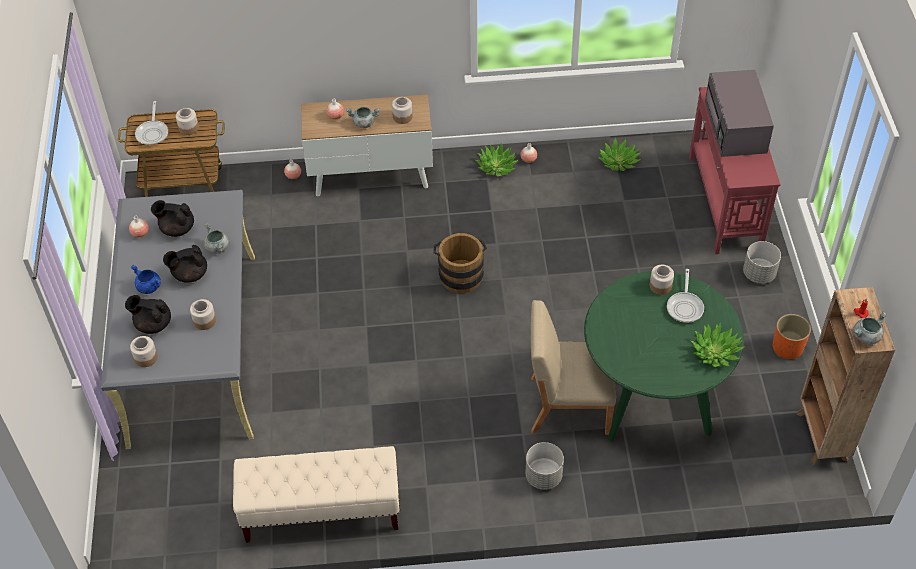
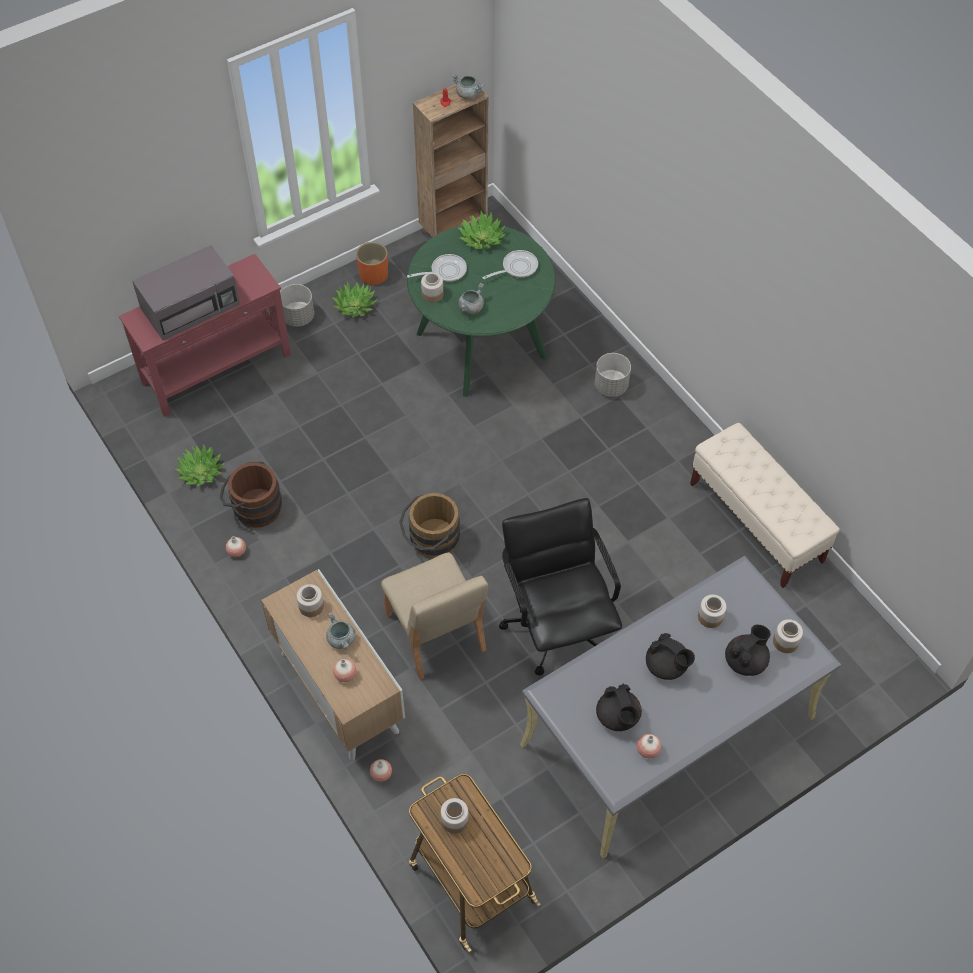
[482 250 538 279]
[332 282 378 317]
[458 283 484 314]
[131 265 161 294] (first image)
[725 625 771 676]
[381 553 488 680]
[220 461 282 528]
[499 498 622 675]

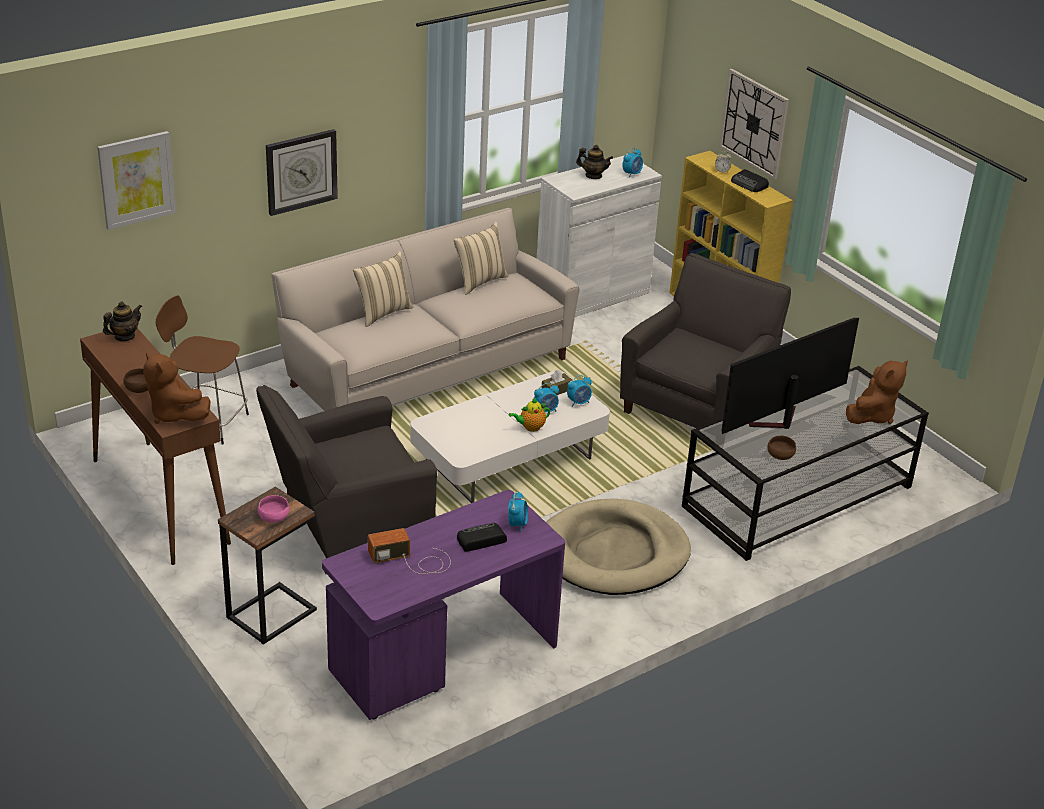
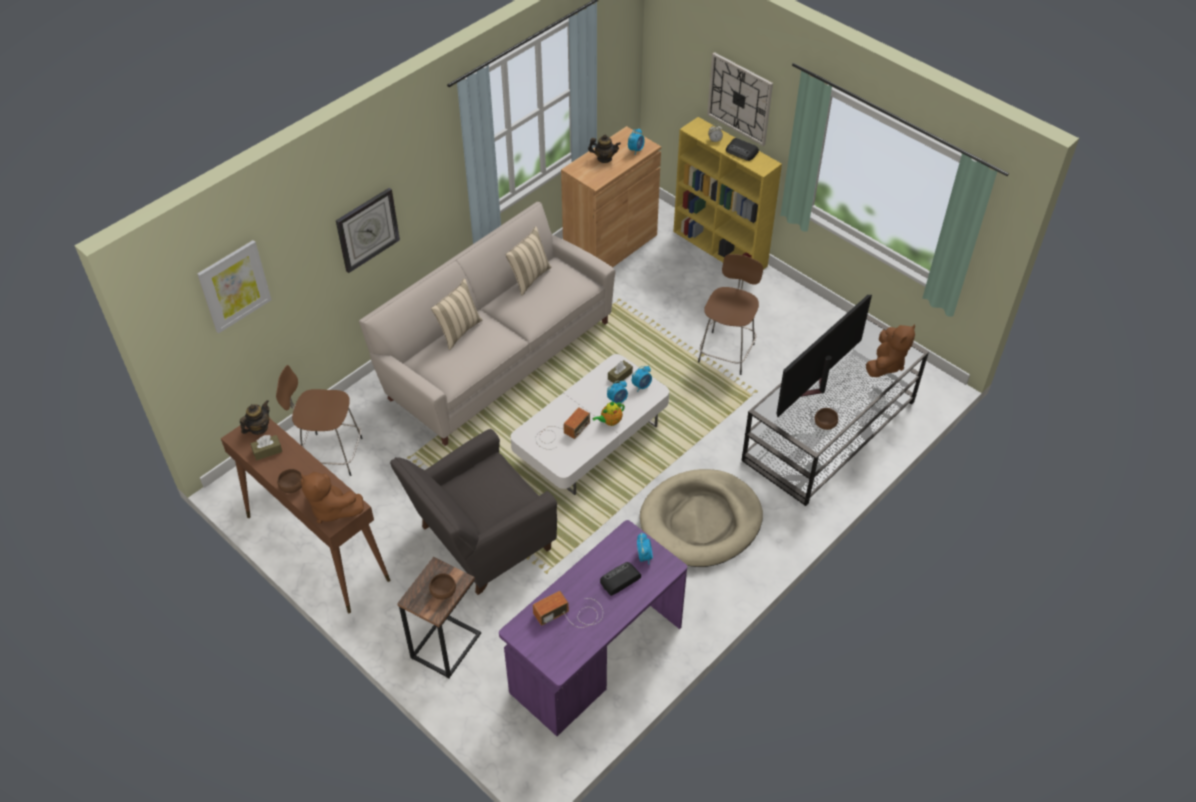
[561 126 661 267]
[698 254 763 375]
[429 573 456 599]
[535 407 590 450]
[251 435 282 460]

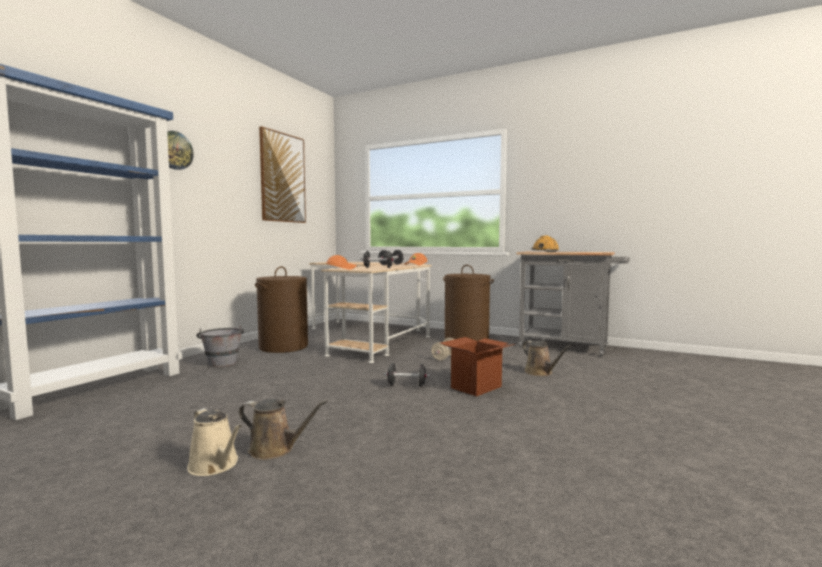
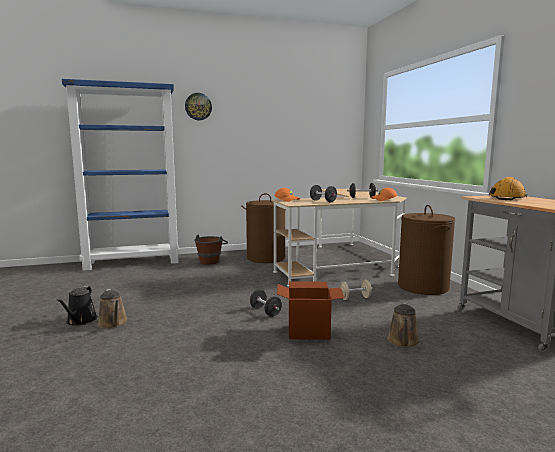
[259 127 306 223] (first image)
[194 235 228 264]
[56 286 98 326]

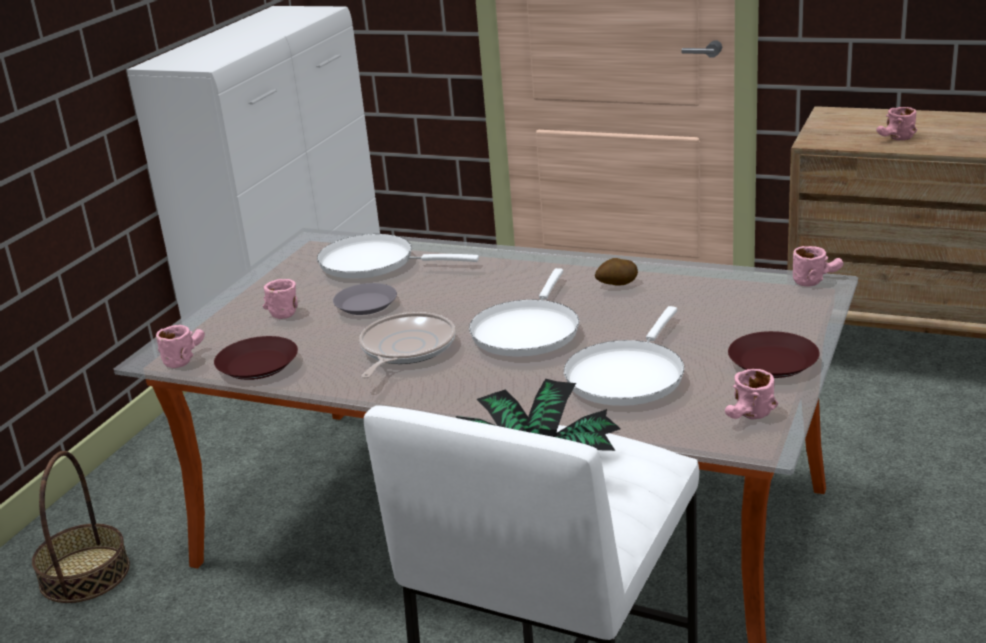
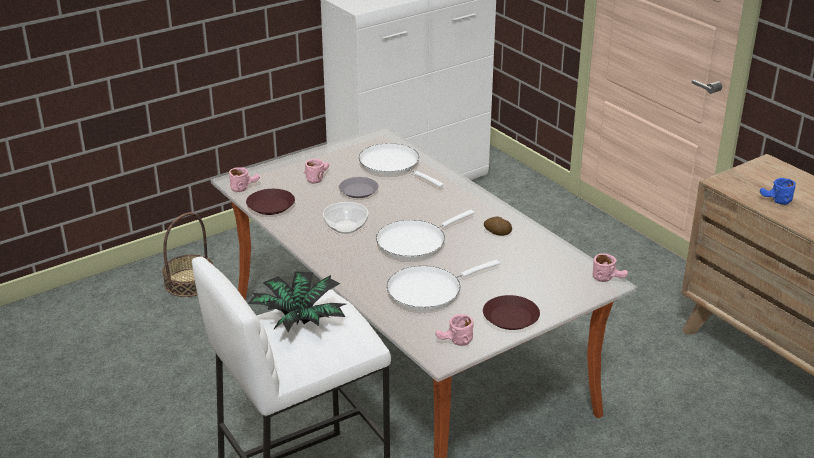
[760 178 796 205]
[323 202 369 234]

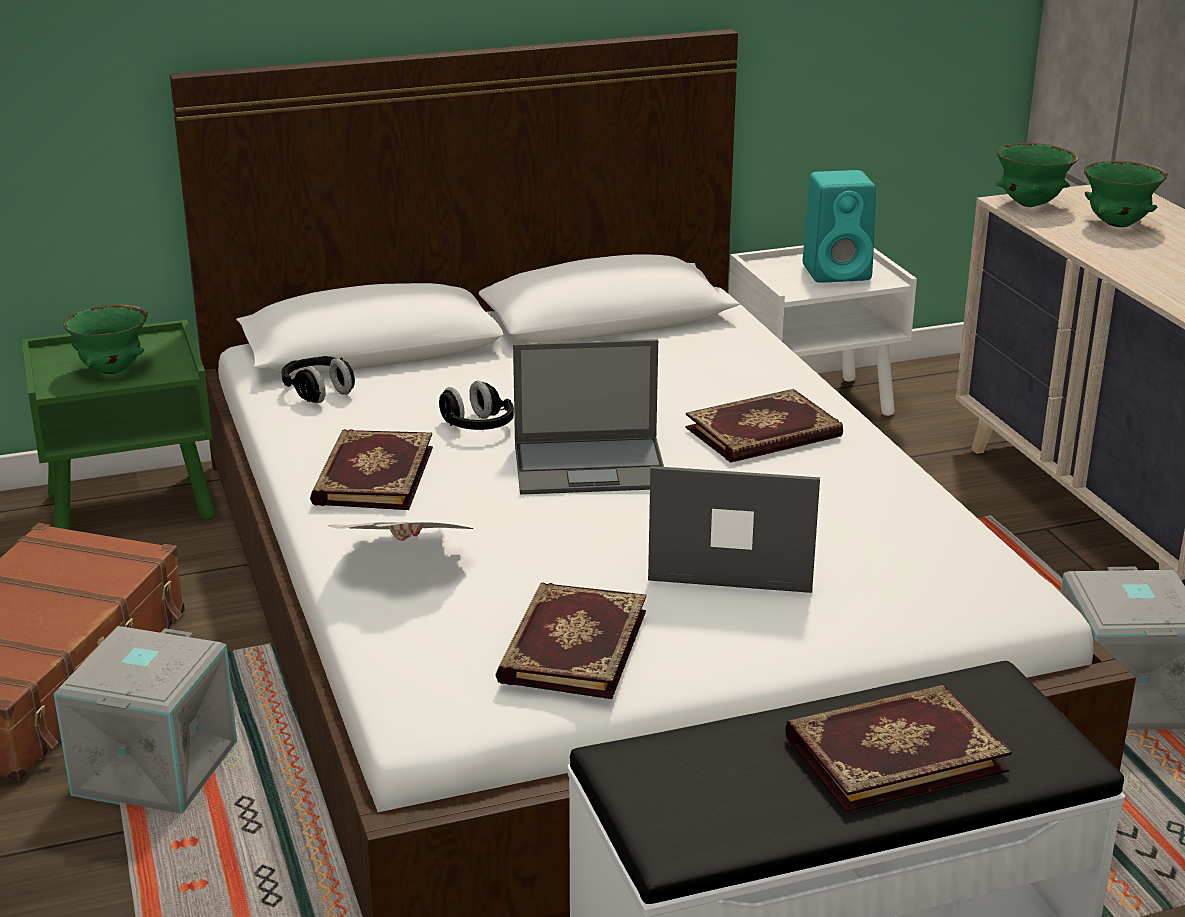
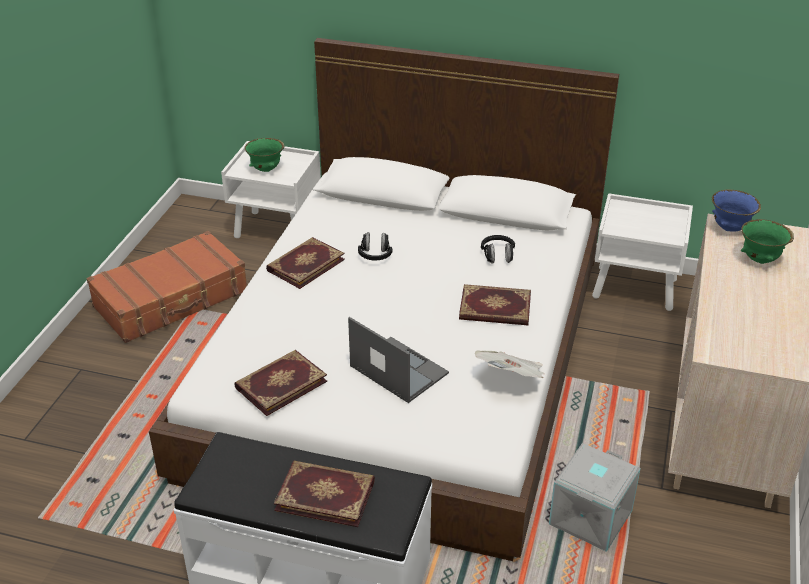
[712 189 761 232]
[803 170 876 283] (first image)
[221 141 321 238]
[513 339 664 495] (first image)
[481 235 515 264]
[475 350 545 378]
[54 626 237 814] (first image)

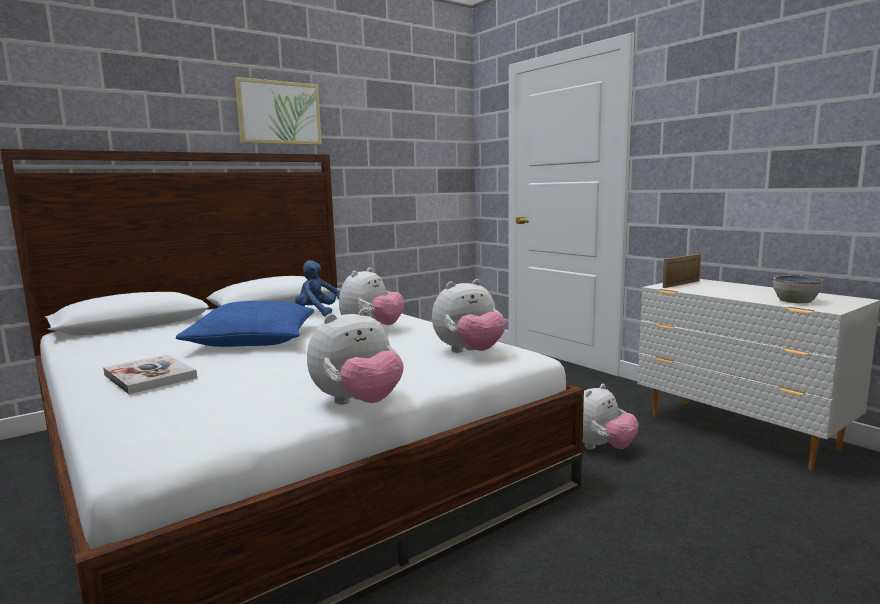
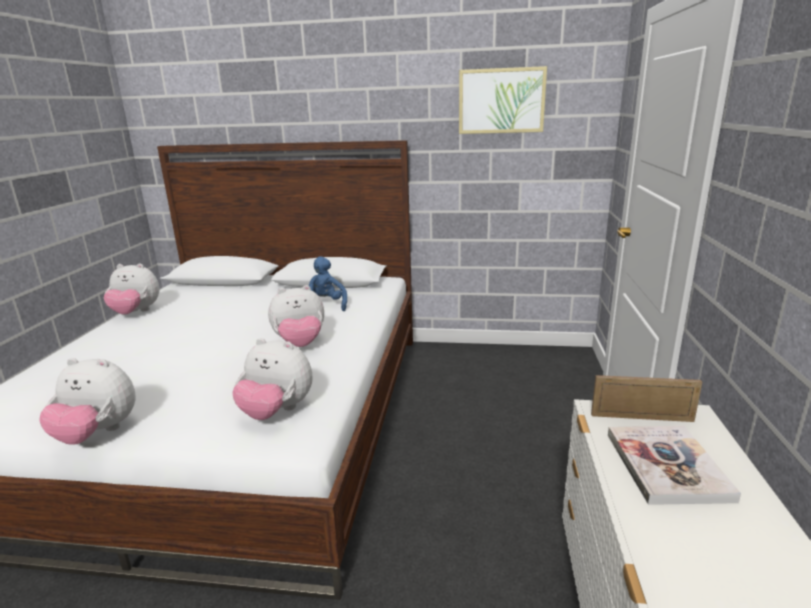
[459 66 547 134]
[773 276 823 303] (first image)
[175 301 314 347] (first image)
[608 426 741 505]
[104 263 159 315]

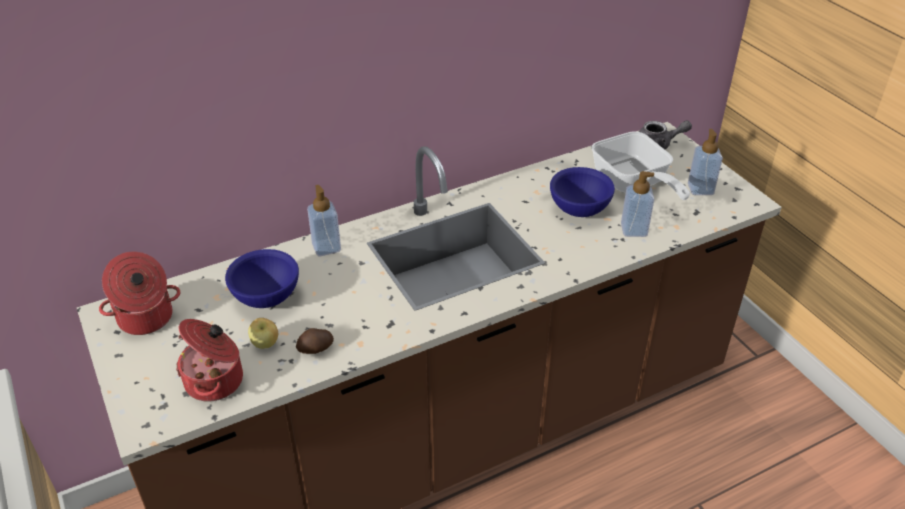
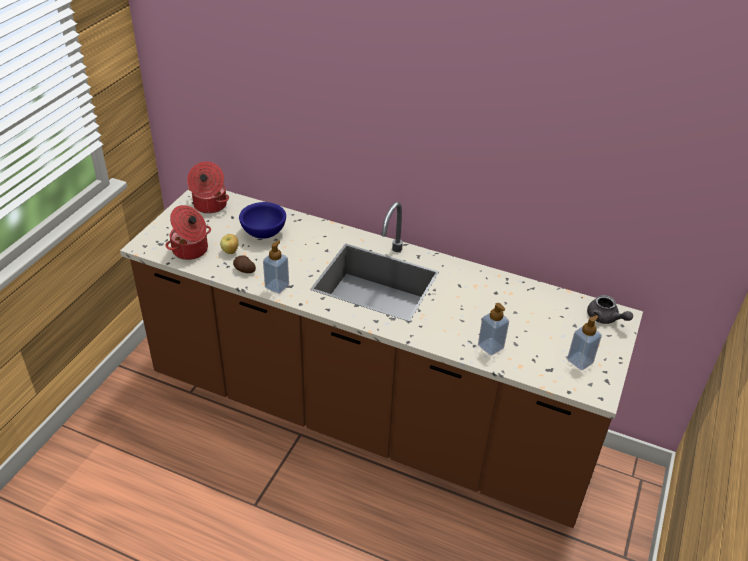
[592 131 690 200] (first image)
[550 167 615 217] (first image)
[263 240 289 294]

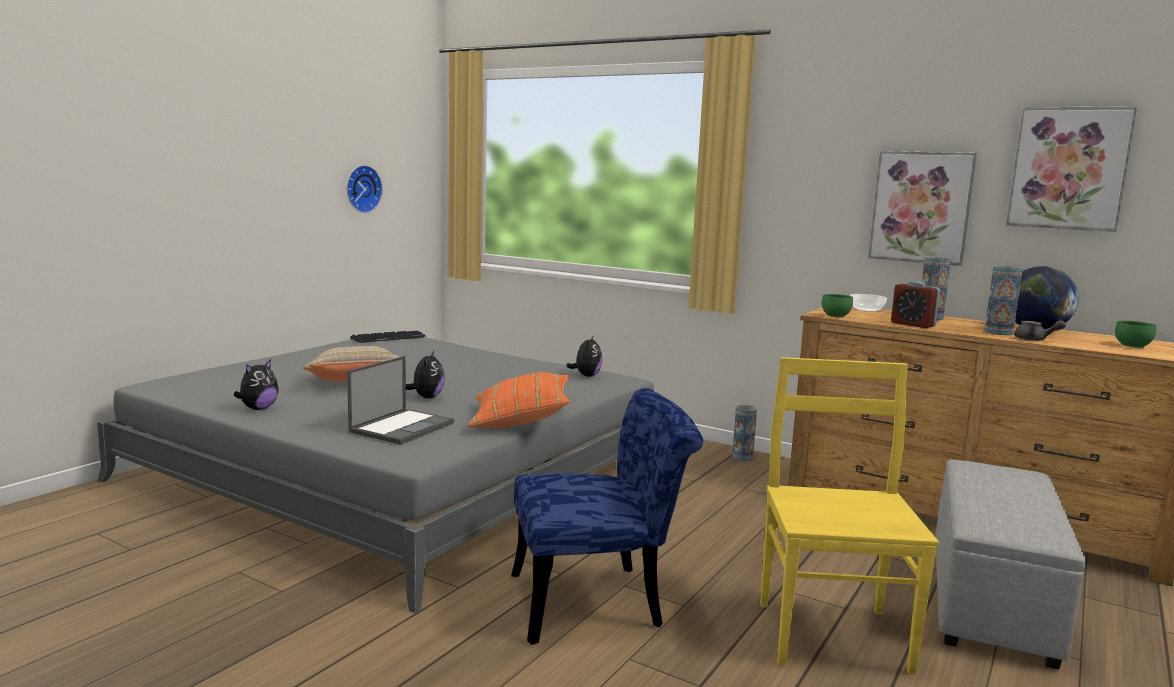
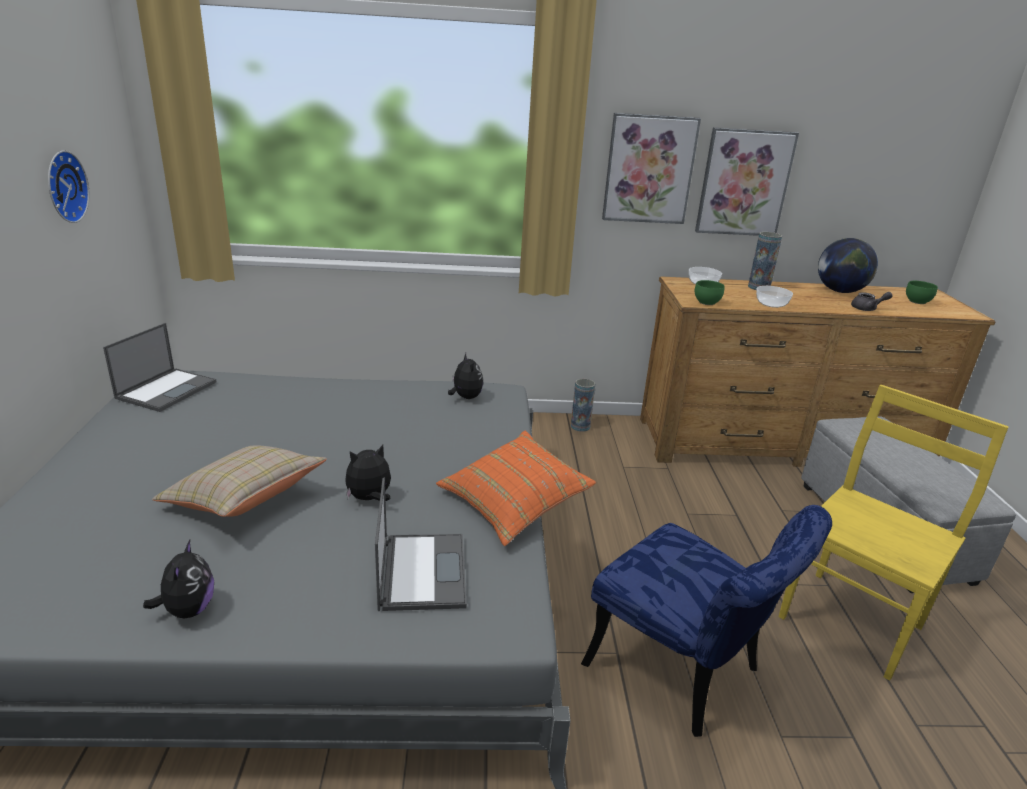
[602 113 701 224]
[984 265 1023 335] (first image)
[756 286 793 308]
[103 323 216 412]
[345 445 391 501]
[778 385 1009 681]
[581 505 832 737]

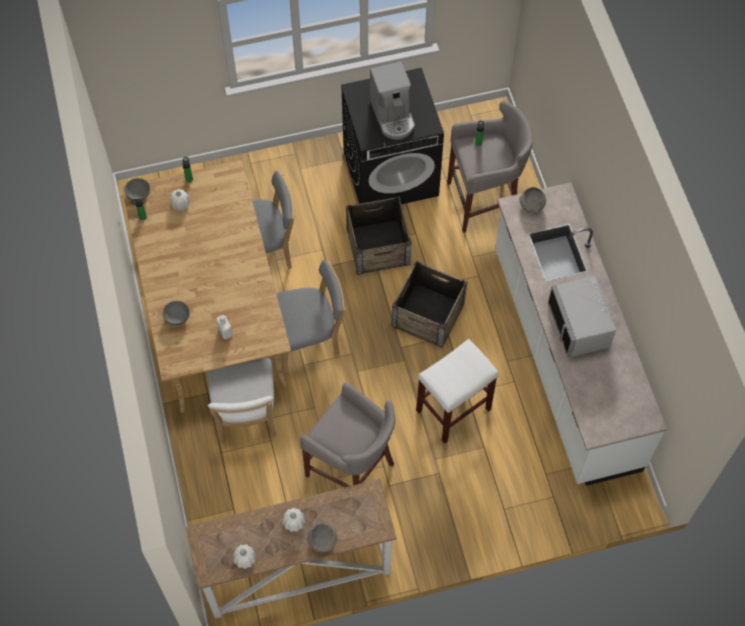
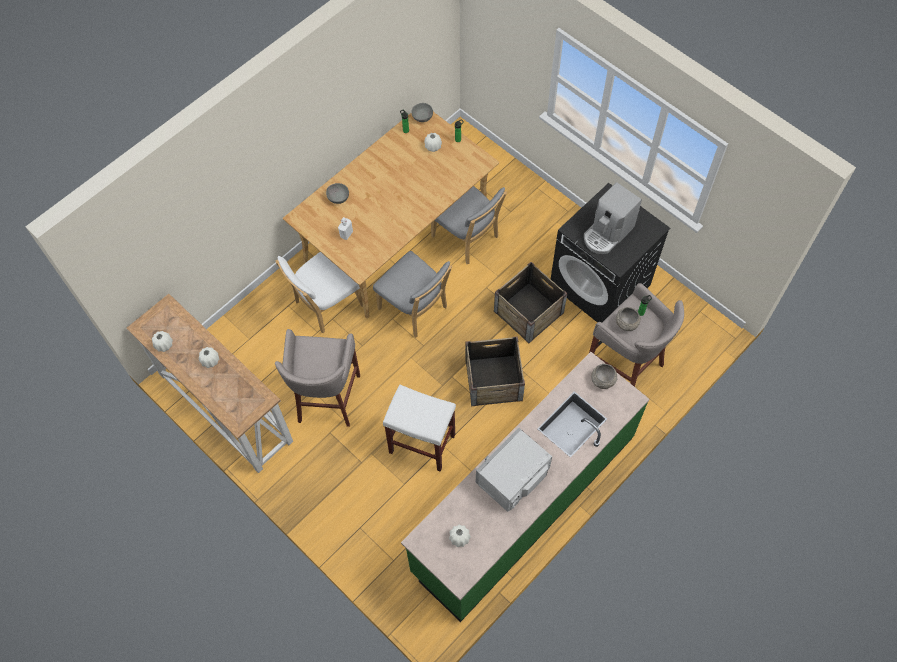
[401 352 649 622]
[616 307 641 331]
[449 525 471 547]

